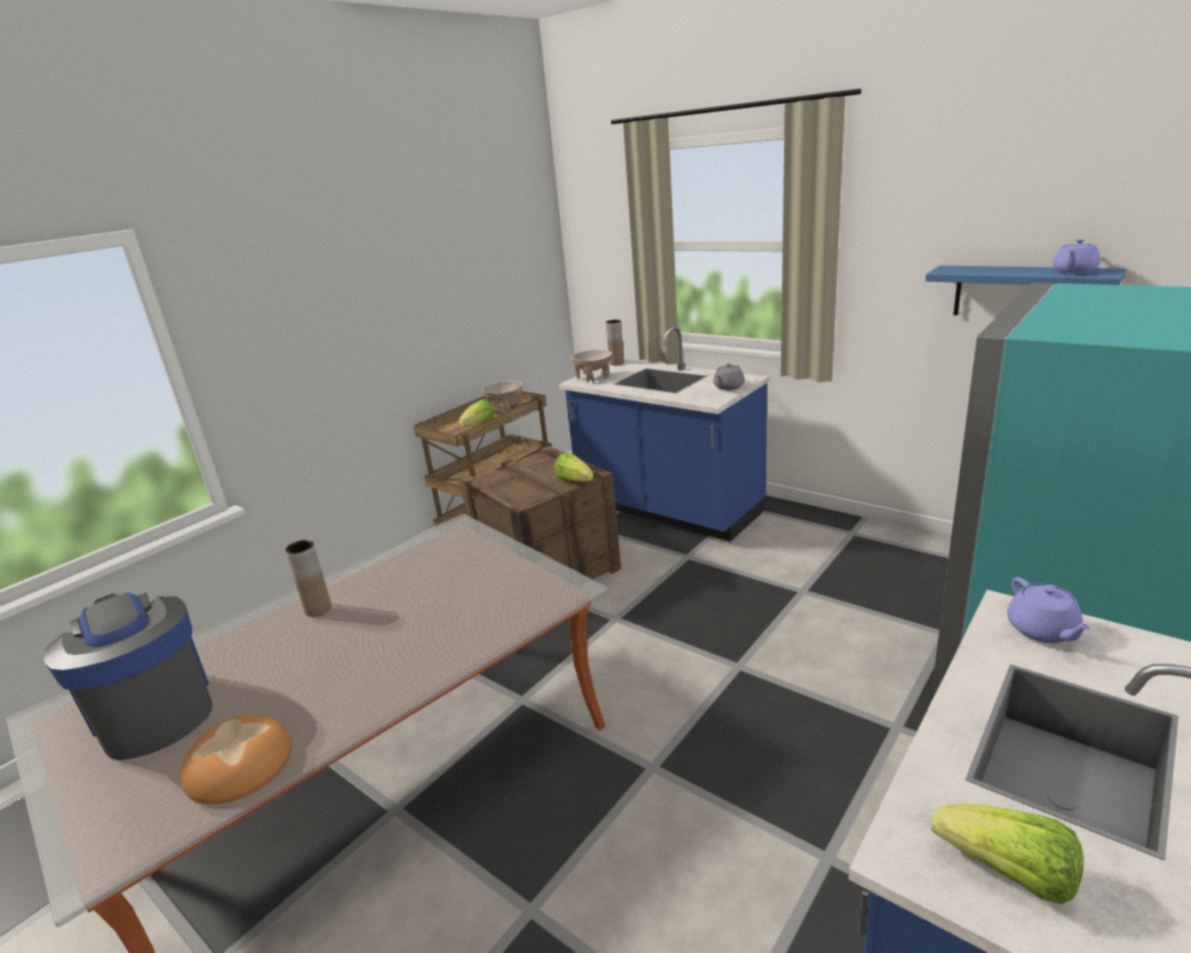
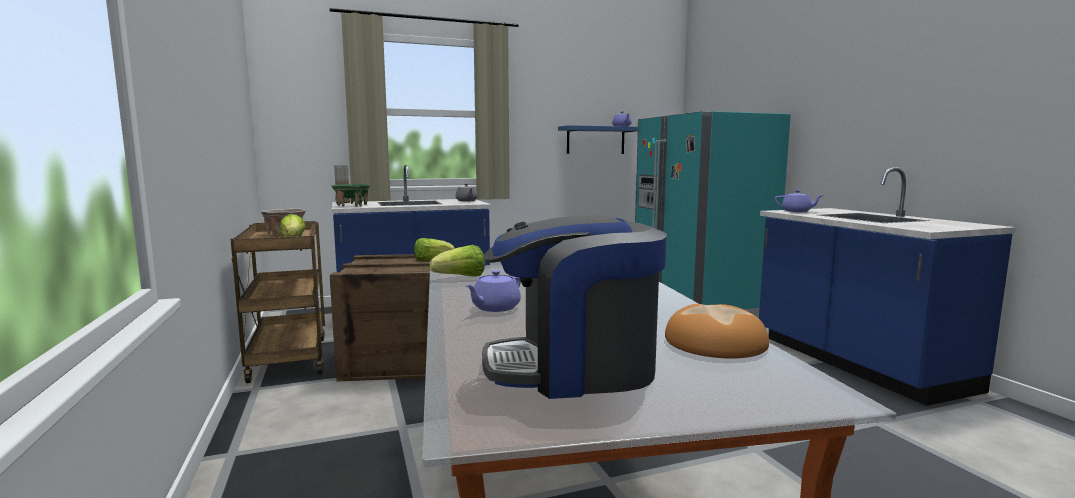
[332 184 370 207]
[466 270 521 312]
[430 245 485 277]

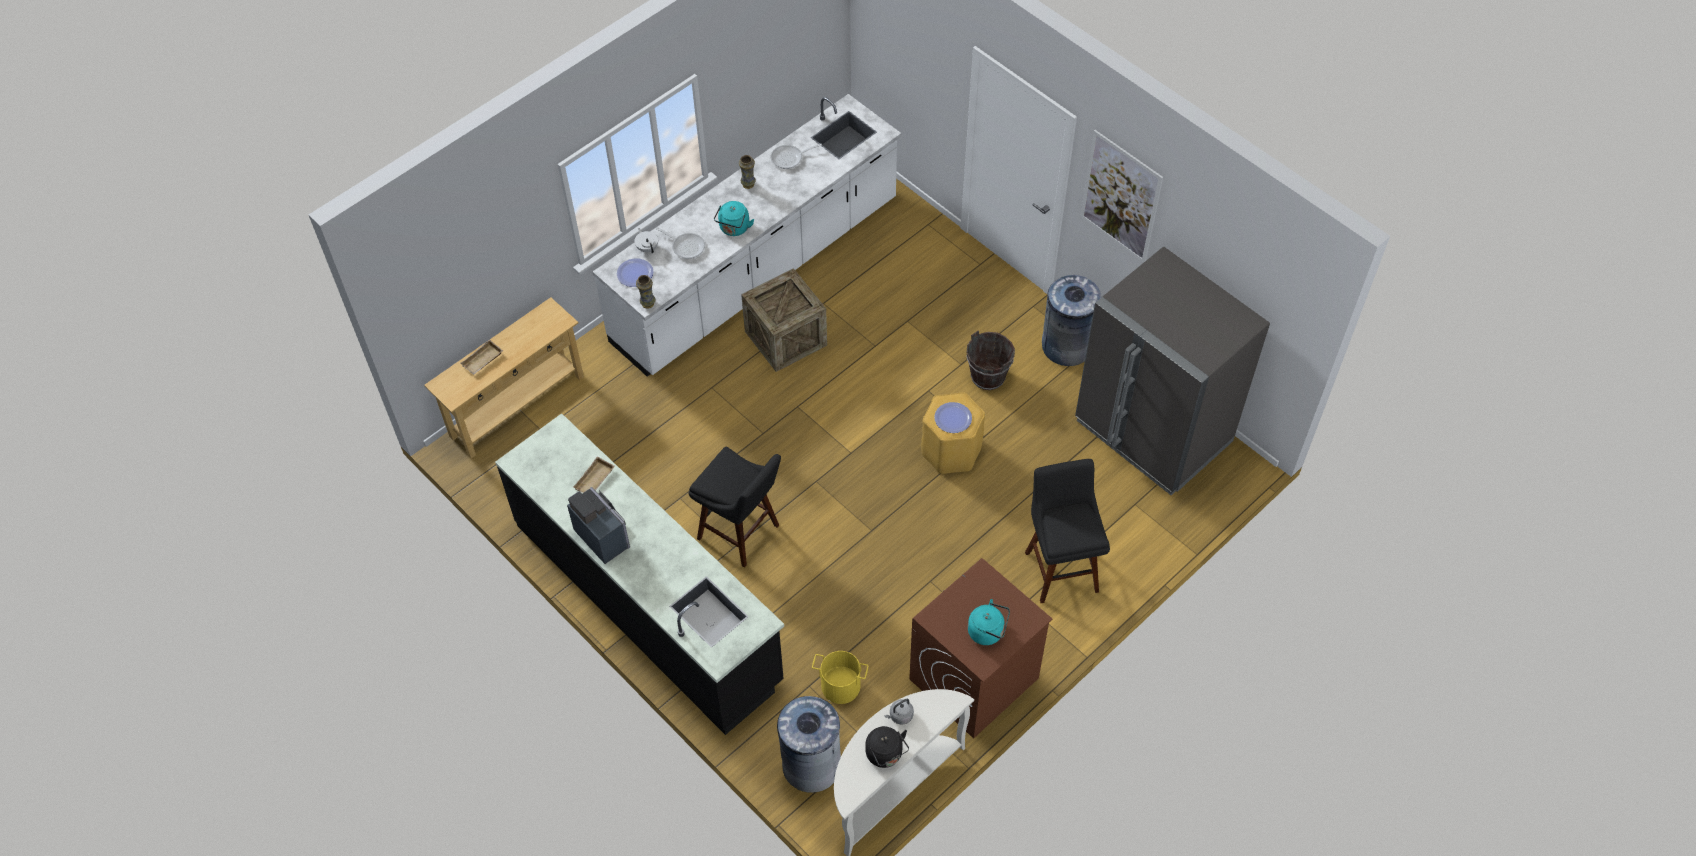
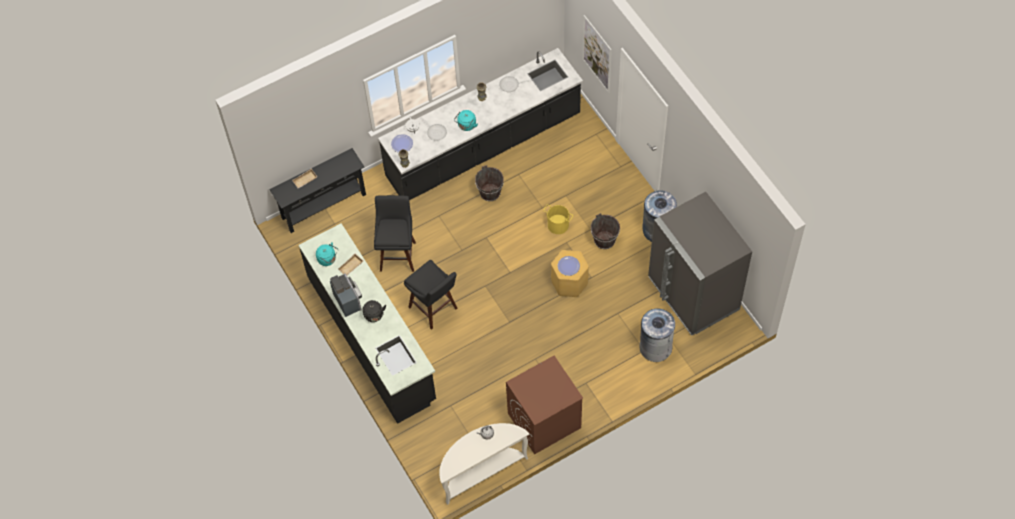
[378 48 583 200]
[583 15 612 93]
[475 165 504 201]
[269 148 366 233]
[374 195 416 272]
[316 242 338 266]
[543 204 573 234]
[640 308 675 362]
[363 300 386 322]

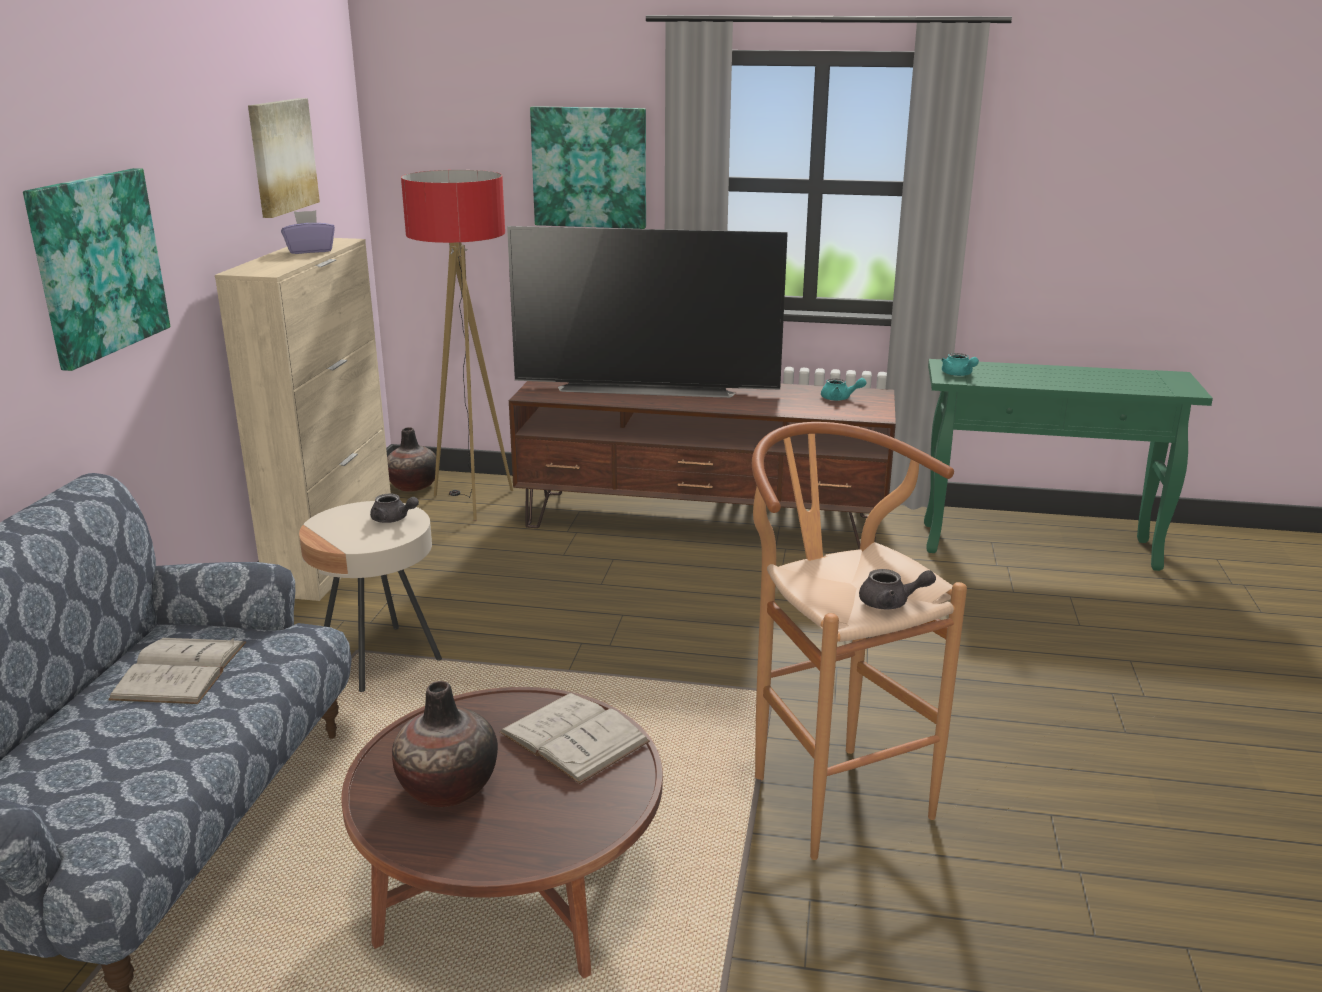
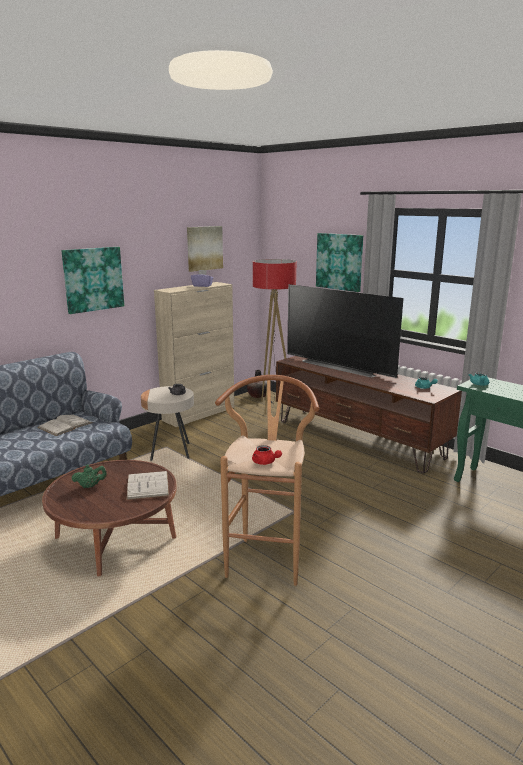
[252 445 282 465]
[71 464 107 488]

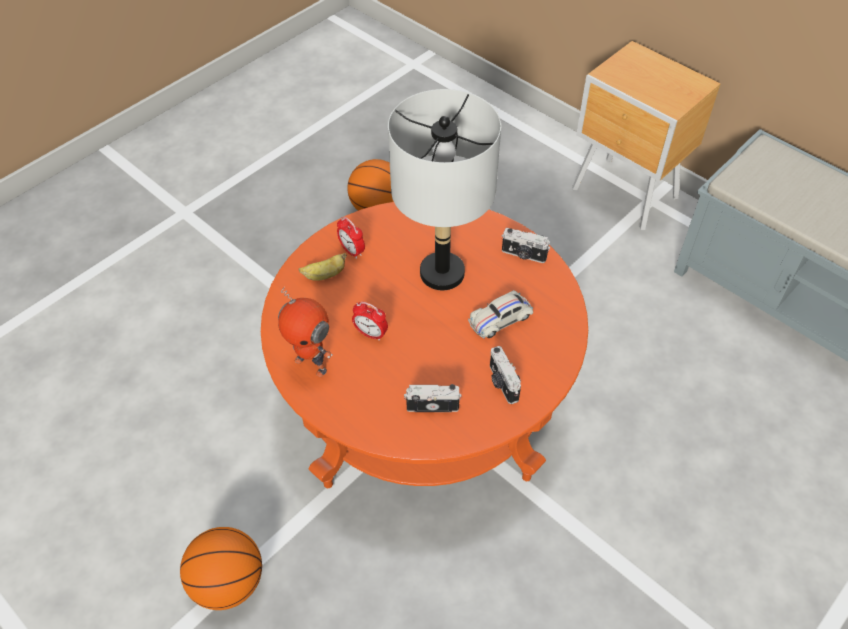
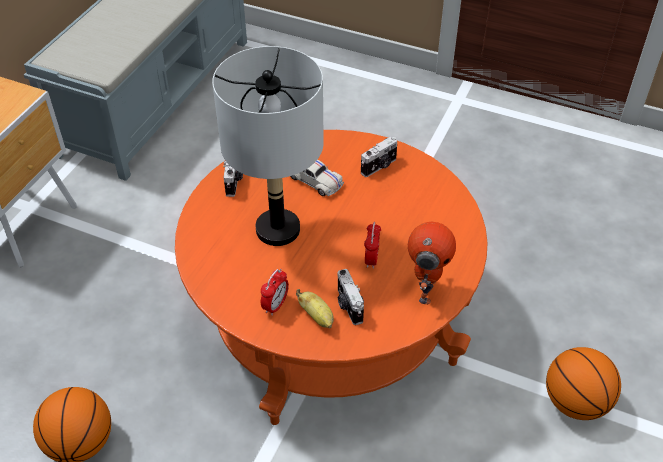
[337 269 364 325]

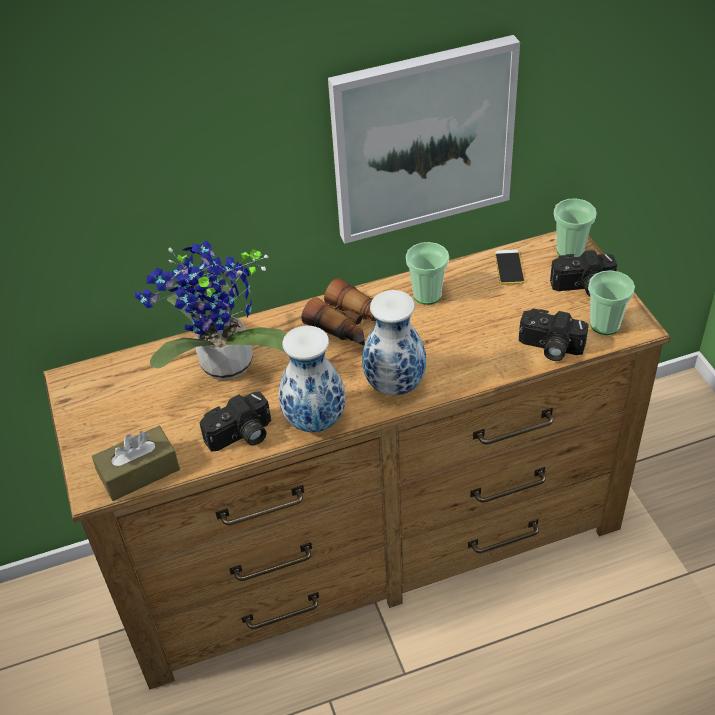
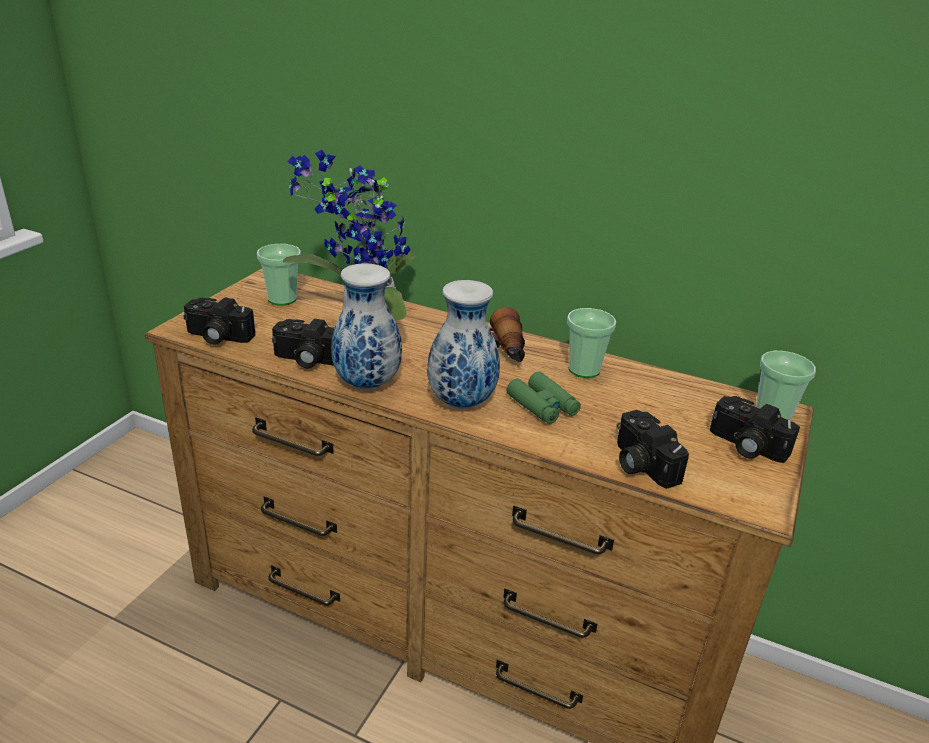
[328 35 520 244] (first image)
[494 249 525 285] (first image)
[257 244 301 305]
[183 297 255 345]
[507 372 581 424]

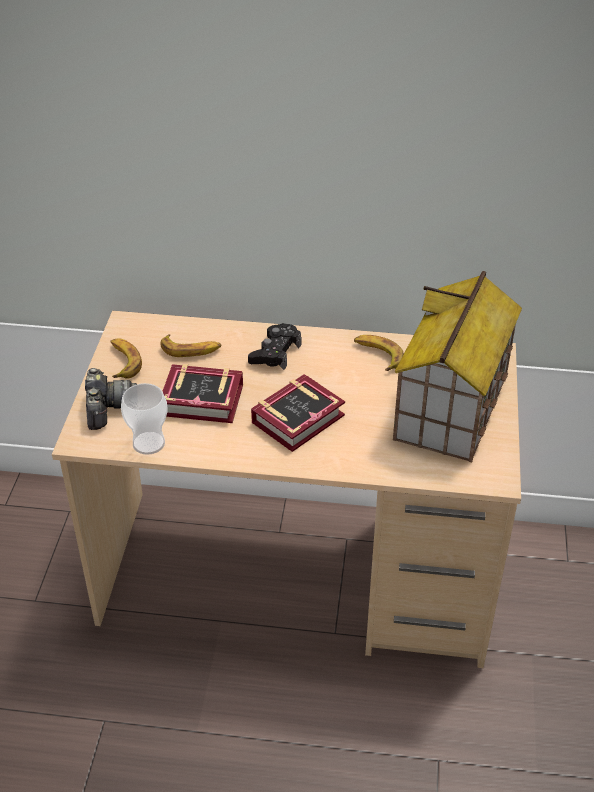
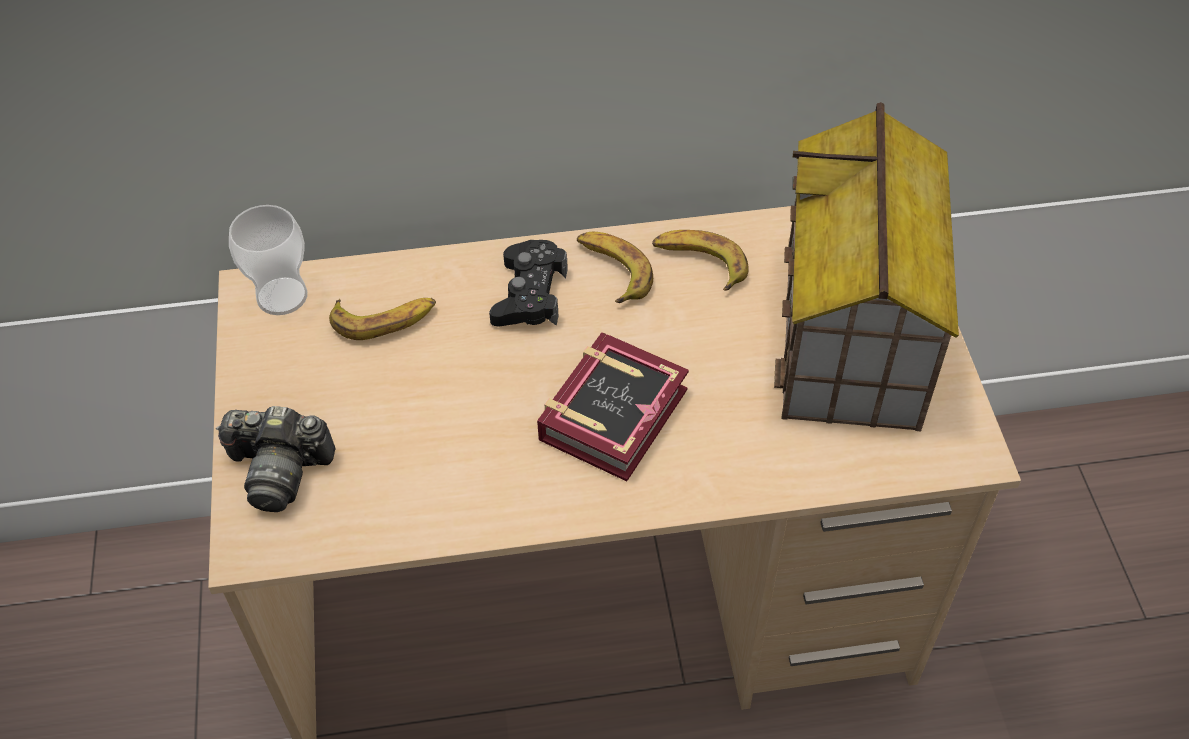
[577 232 653 303]
[163 364 243 423] (first image)
[216 406 335 512]
[229 205 308 315]

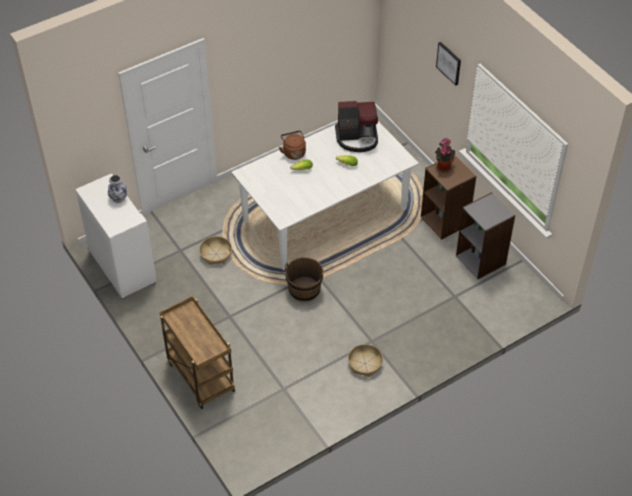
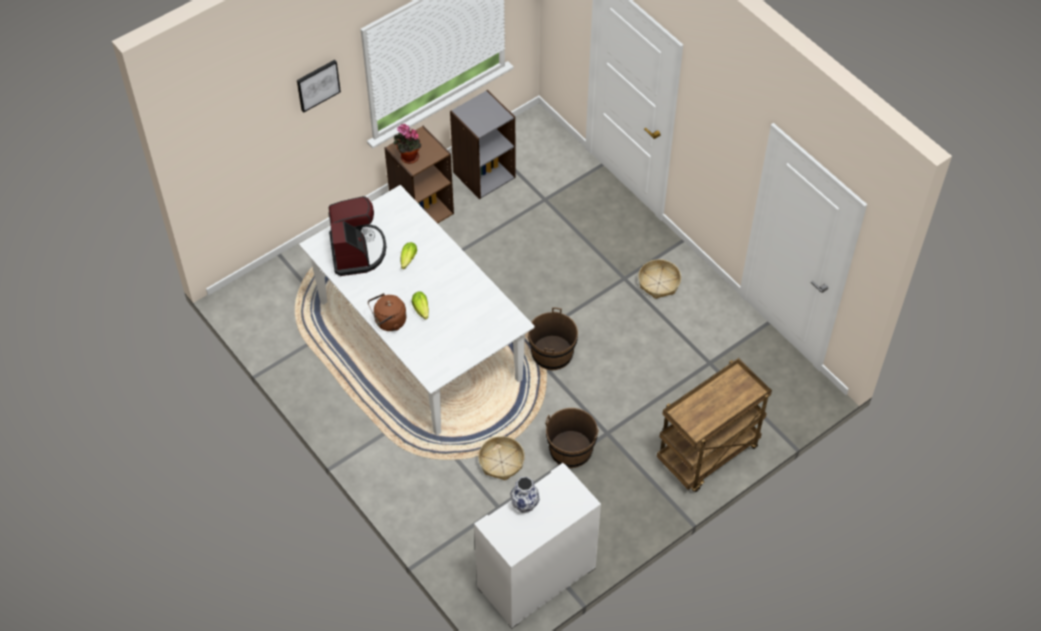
[545 408 599 468]

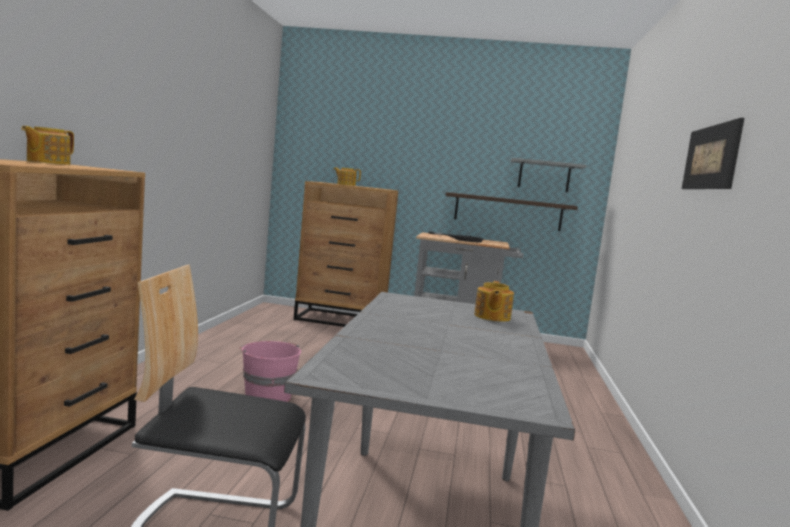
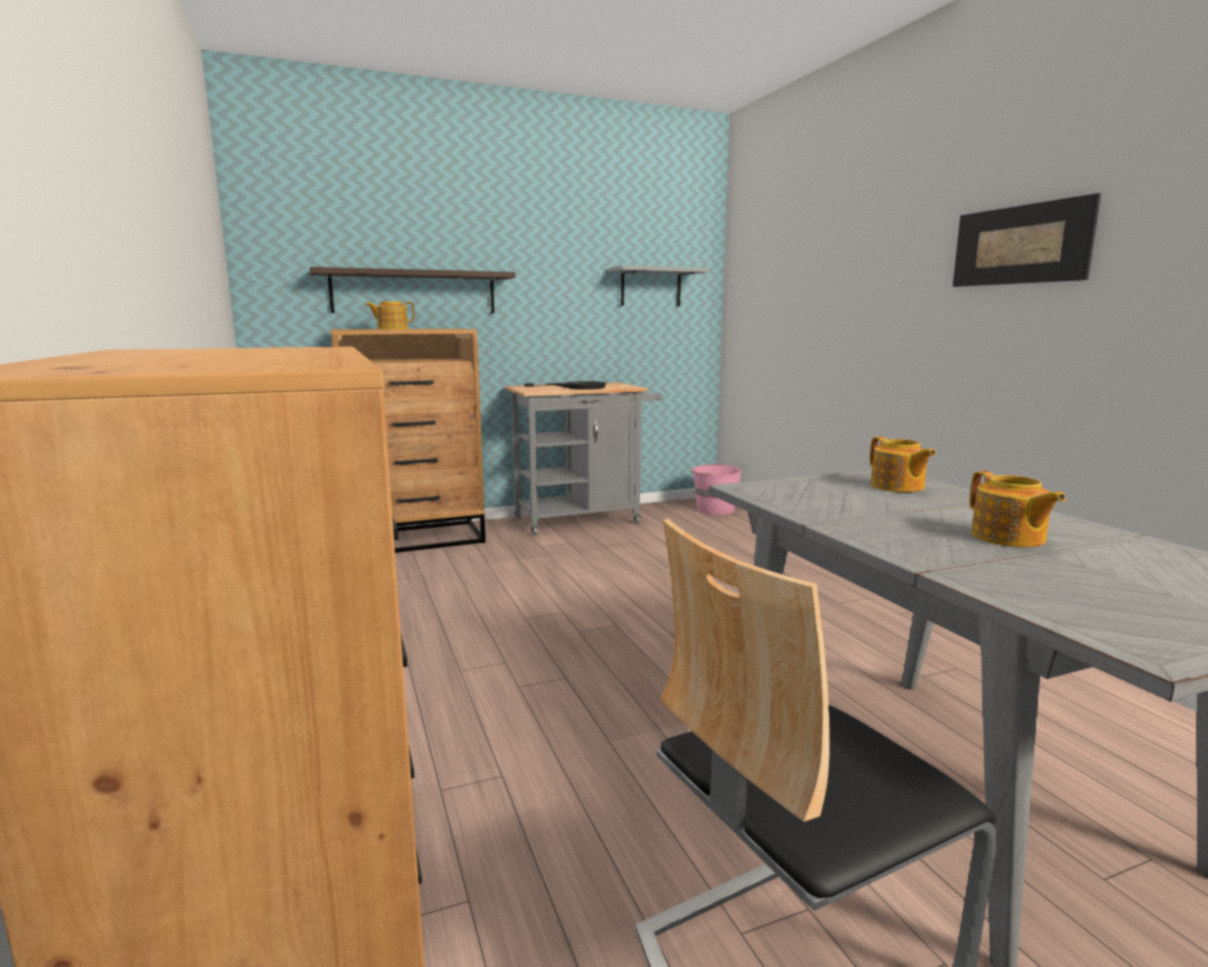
[970 471 1066 547]
[310 267 515 313]
[690 463 742 515]

